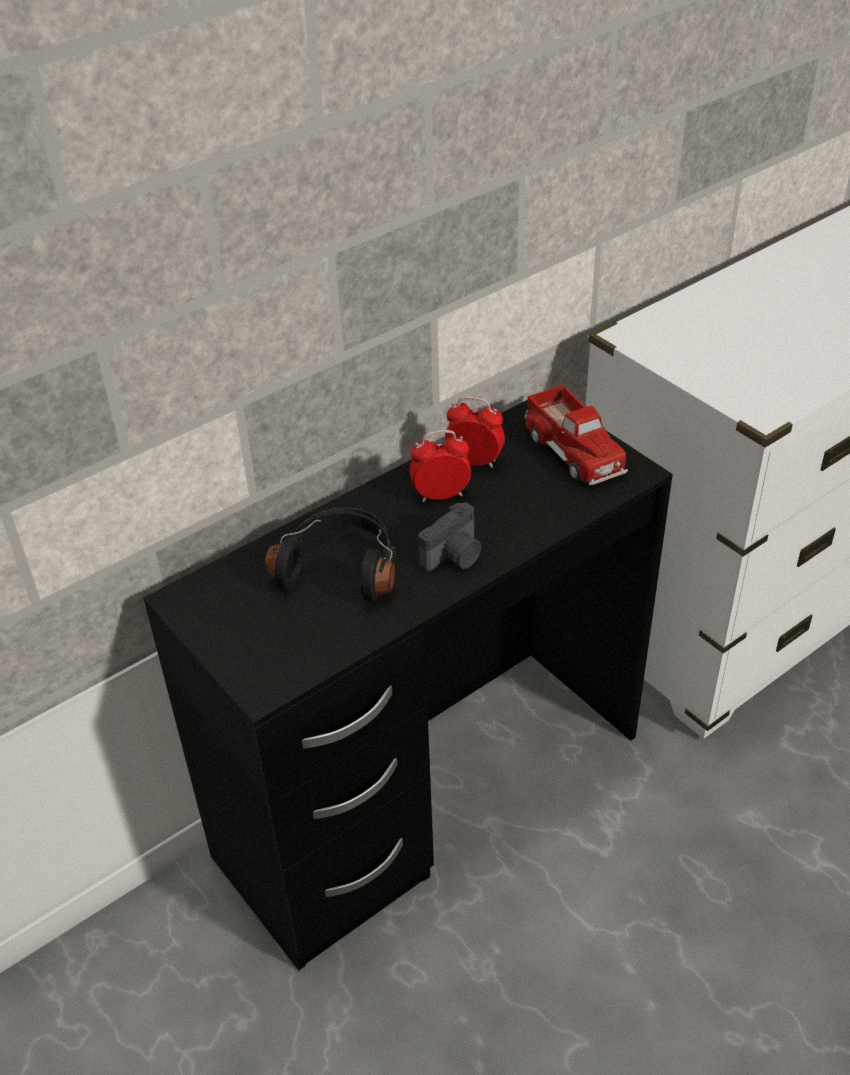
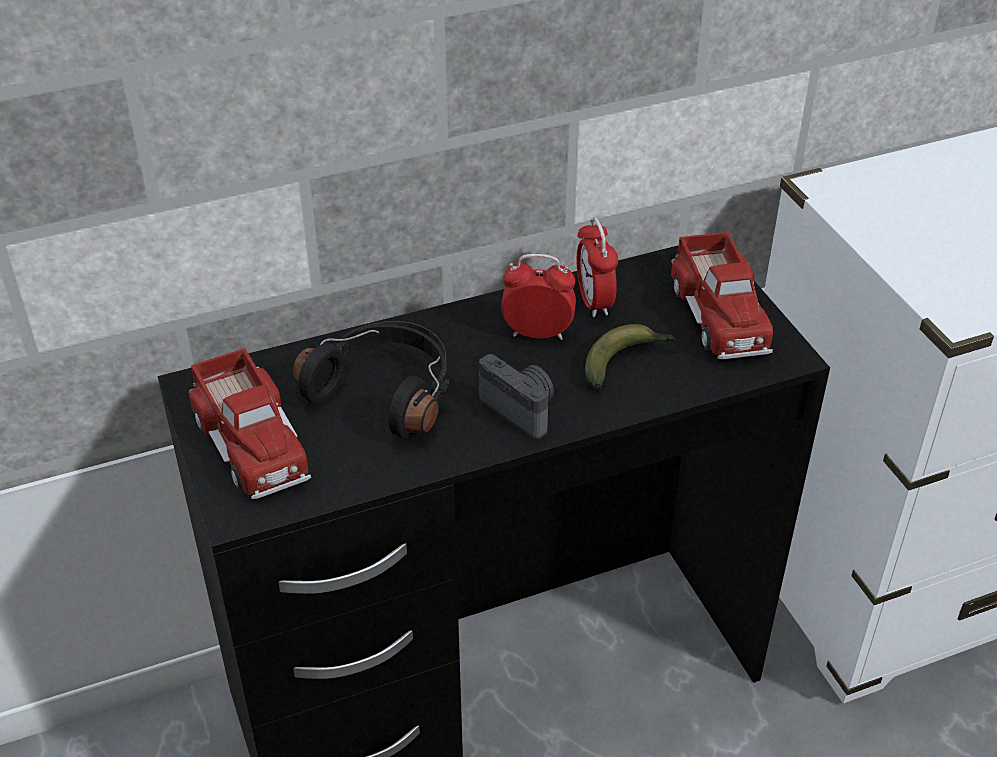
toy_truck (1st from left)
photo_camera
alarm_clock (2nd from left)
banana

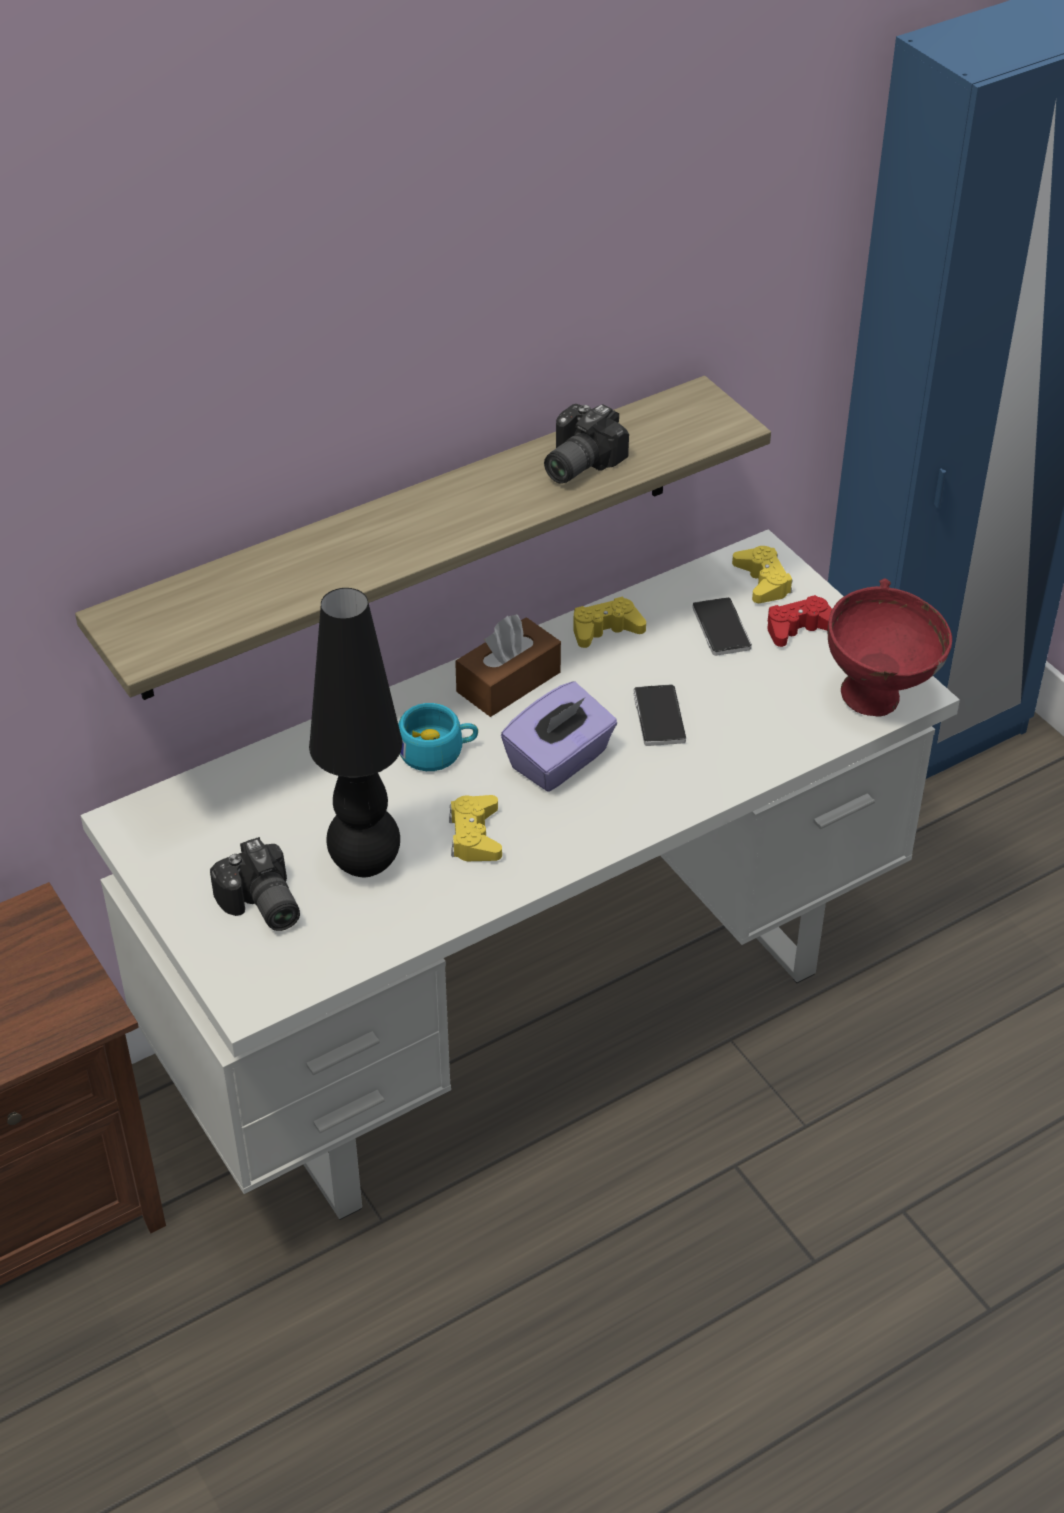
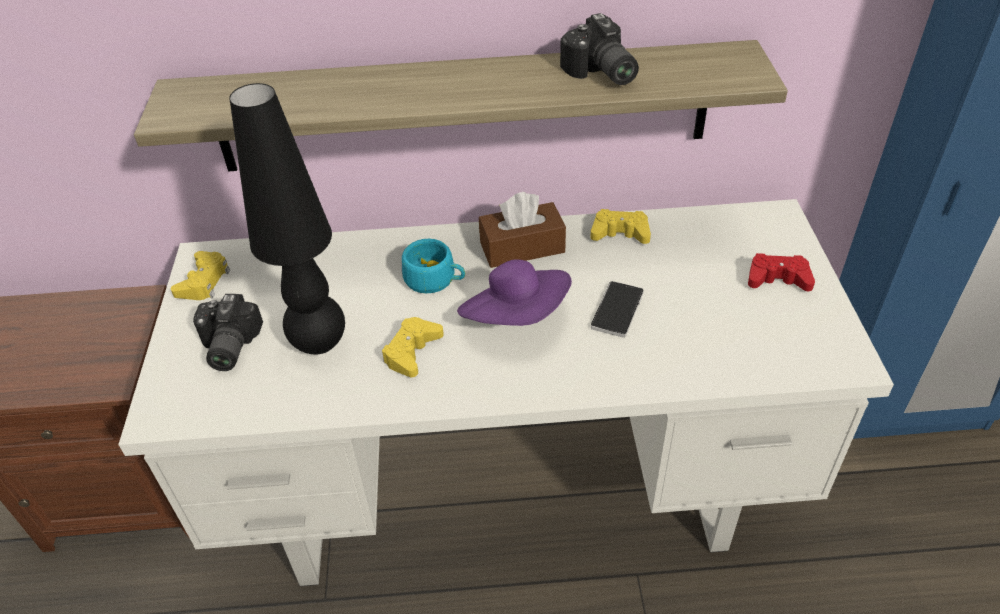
yellow_game_controller (1st from left)
purple_hat
photo_camera (2nd from left)
phone (2nd from left in the first image)
red_bowl

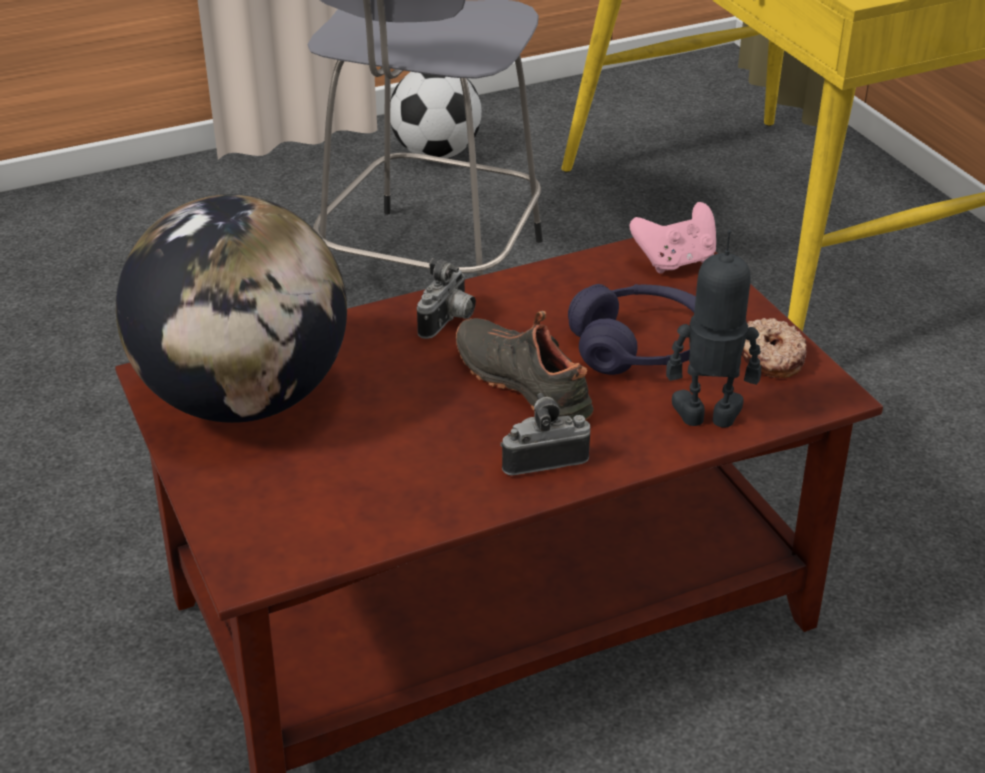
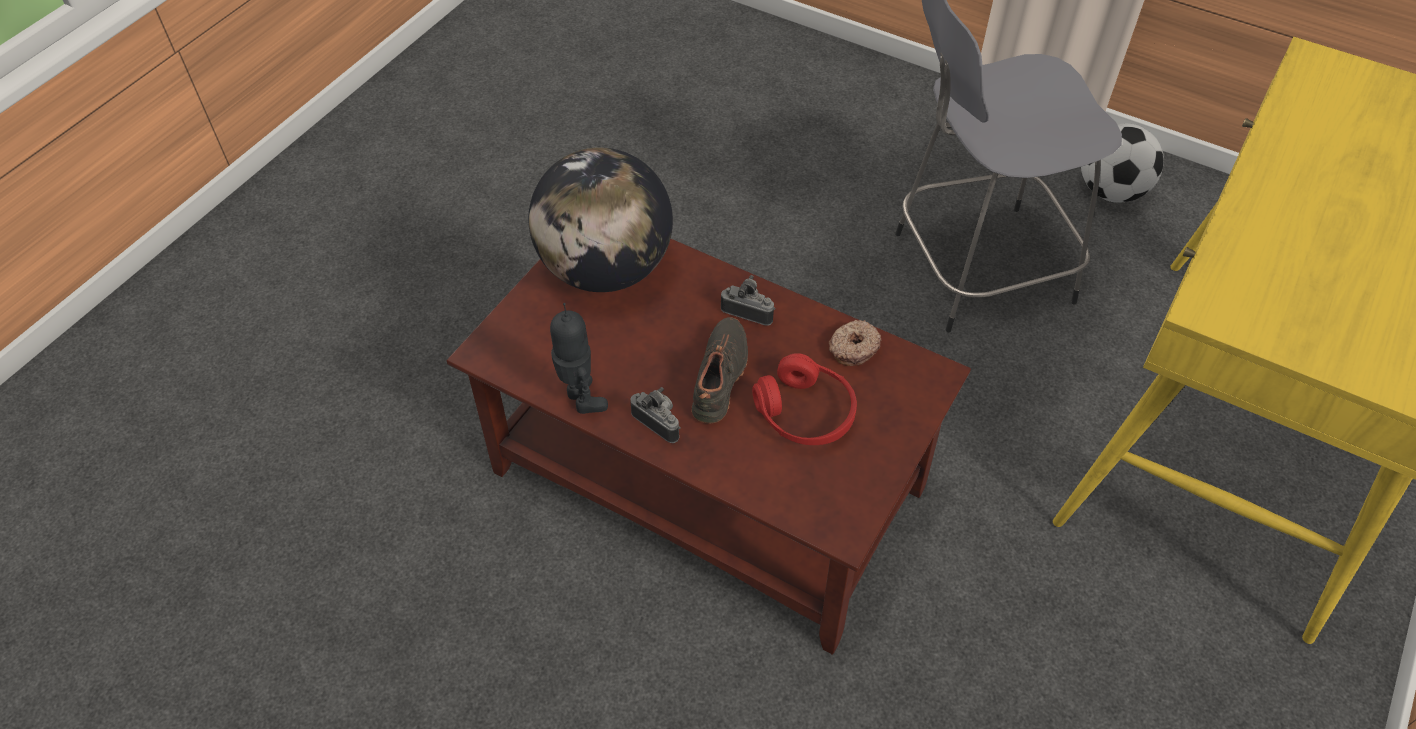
toy_robot
photo_camera (2nd from left)
red_headphones
donut
pink_game_controller

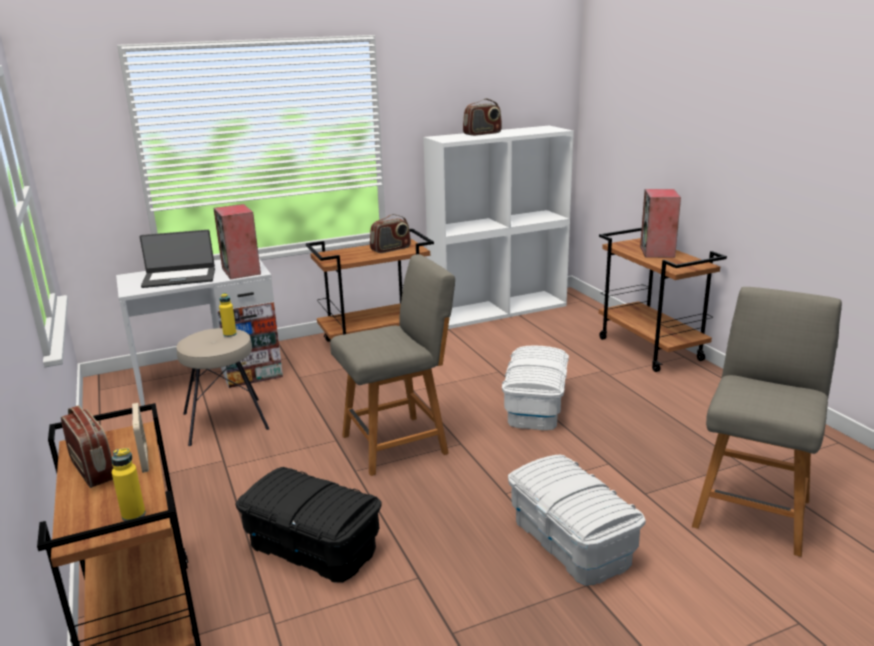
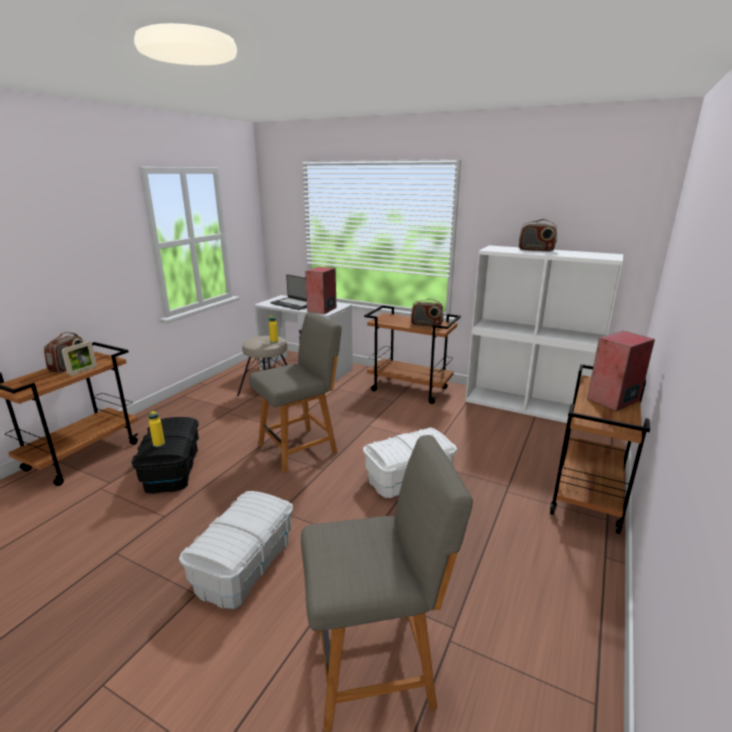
yellow_bottle (1st from left)
grey_chair (1st from left)

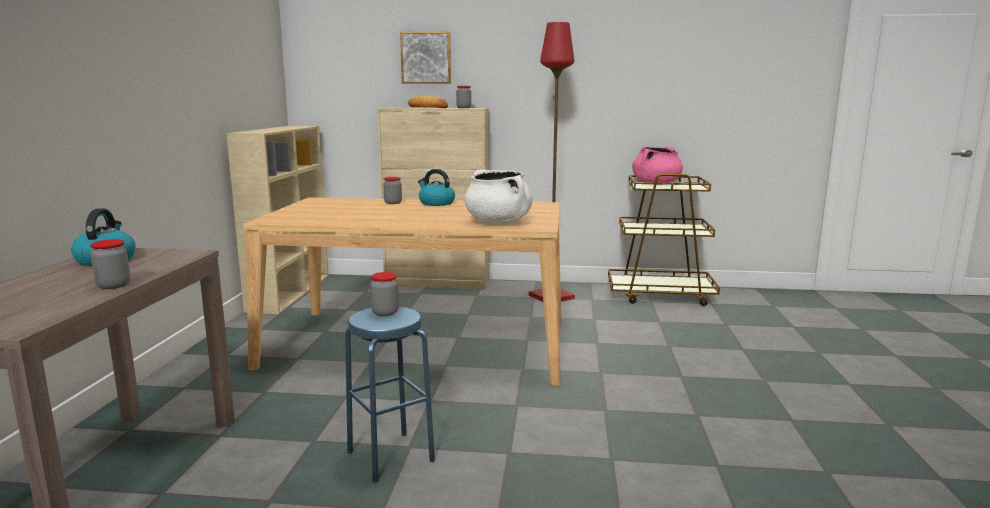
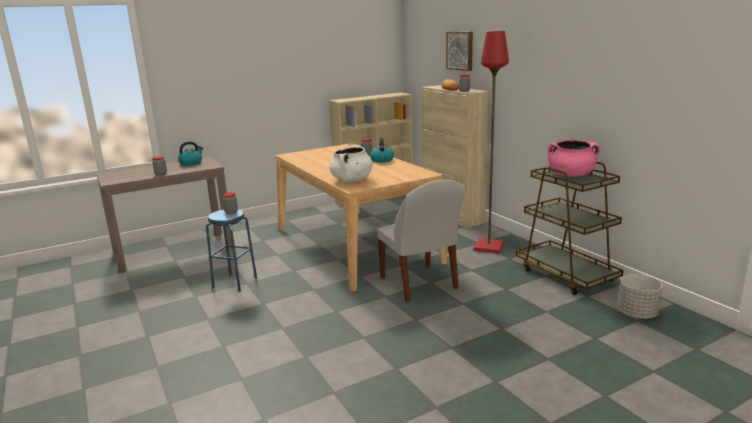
white_chair
grey_planter

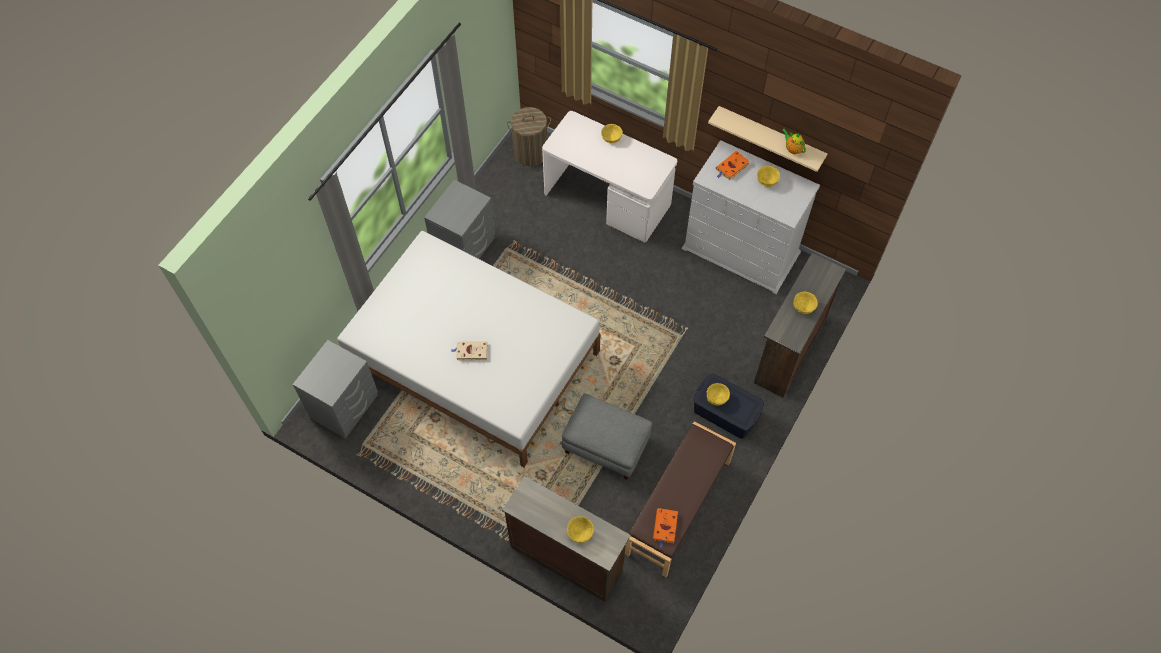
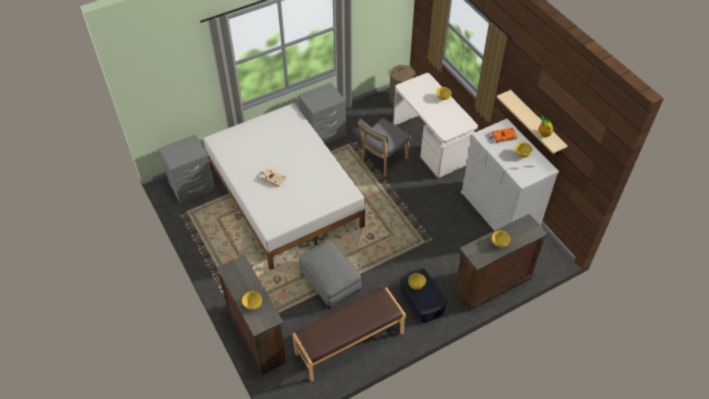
grey_chair
orange_book (1st from left in the first image)

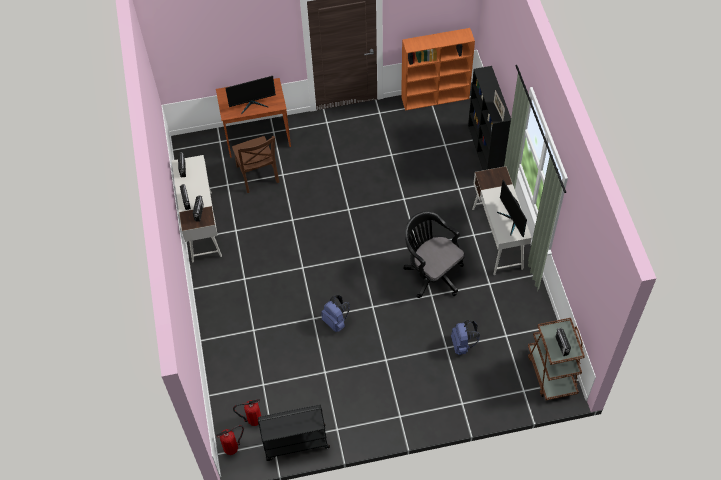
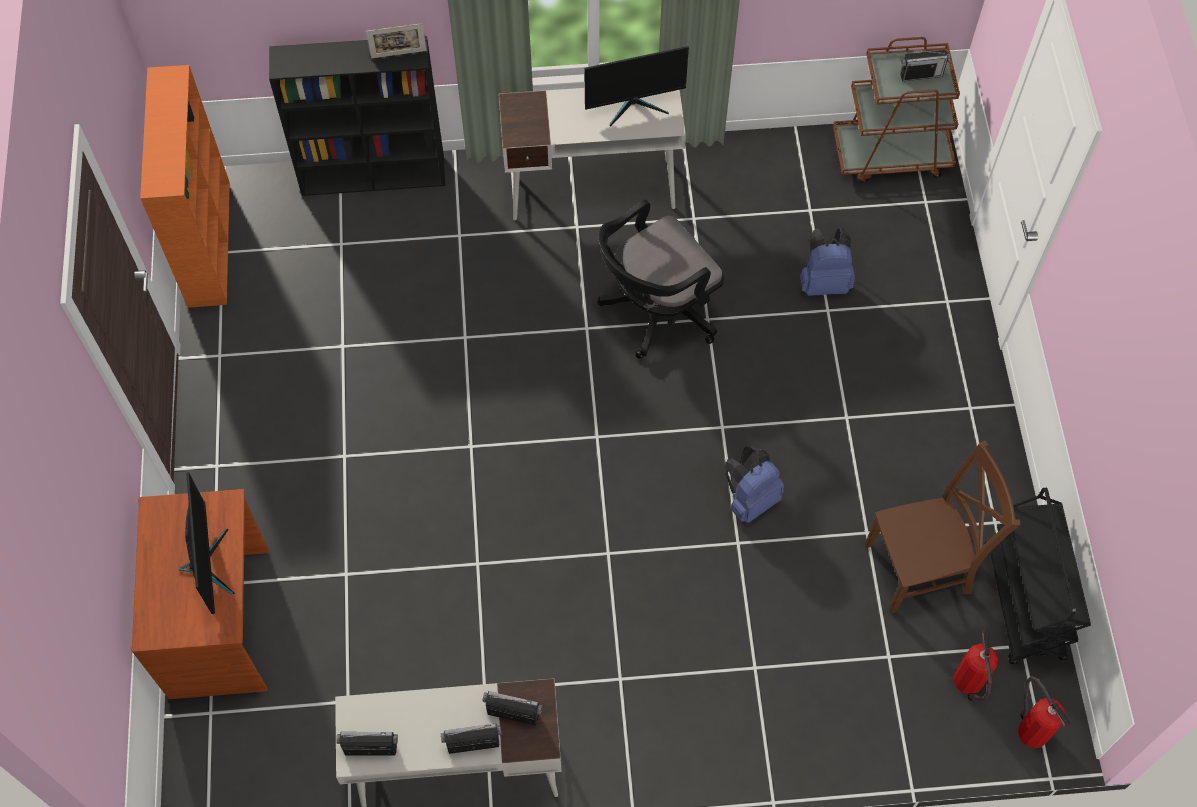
brown_chair

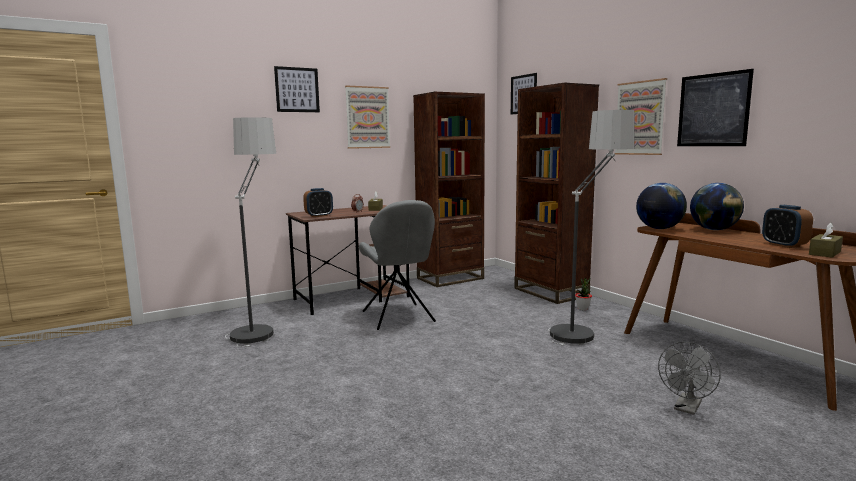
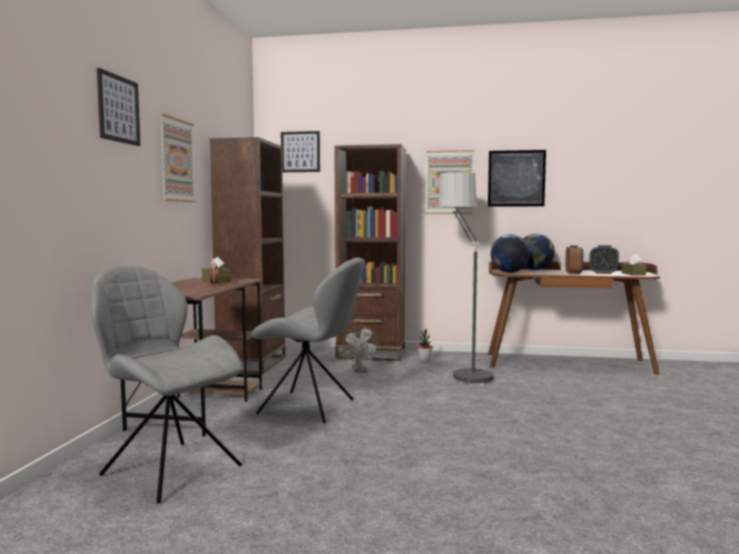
grey_chair (1st from left)
grey_fan
alarm_clock (2nd from left)

